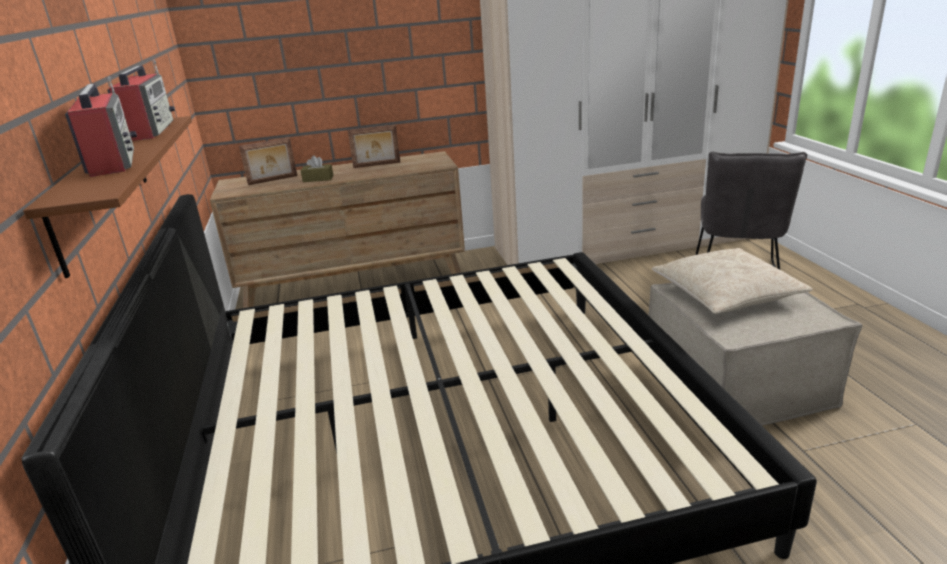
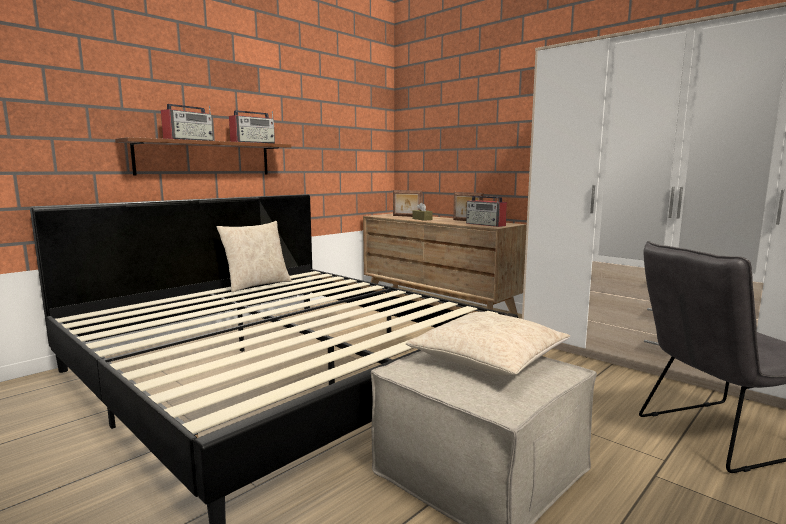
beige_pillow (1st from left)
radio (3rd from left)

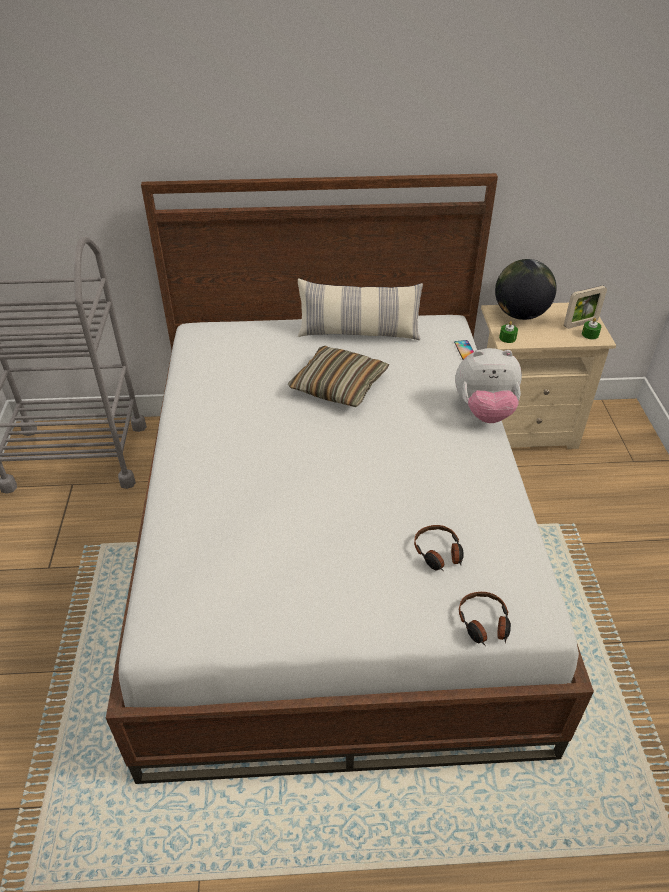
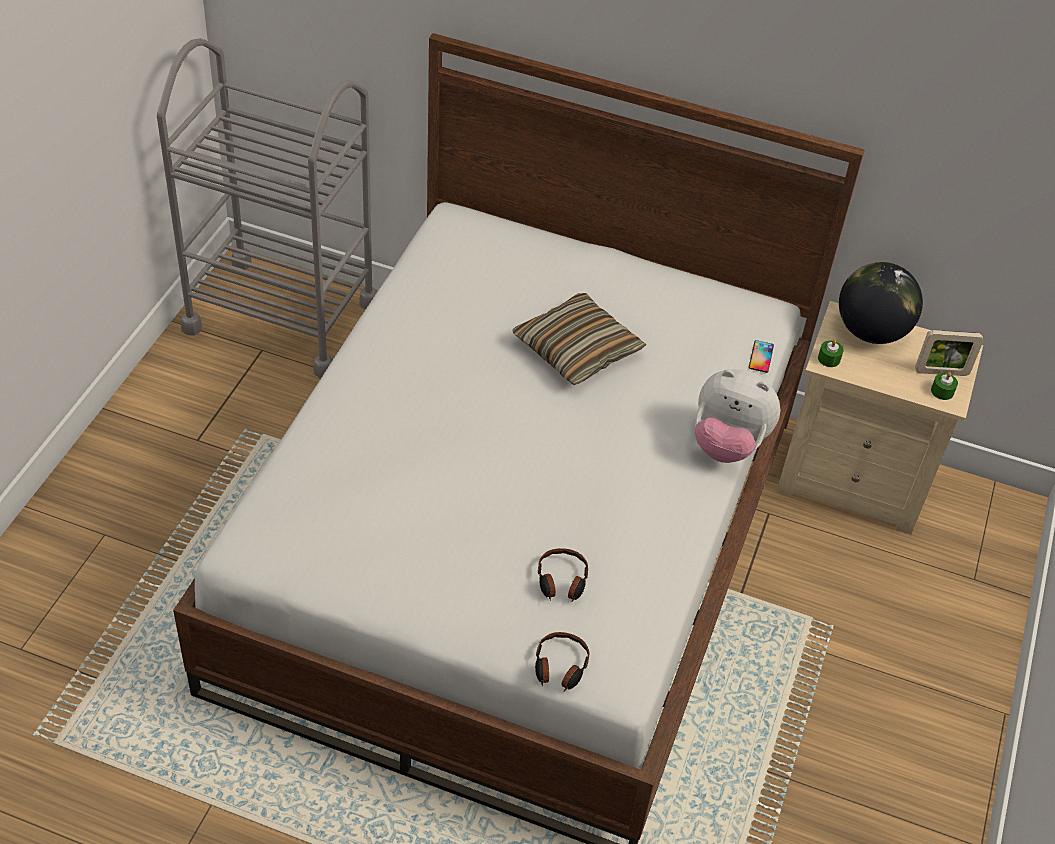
pillow (2nd from left in the first image)

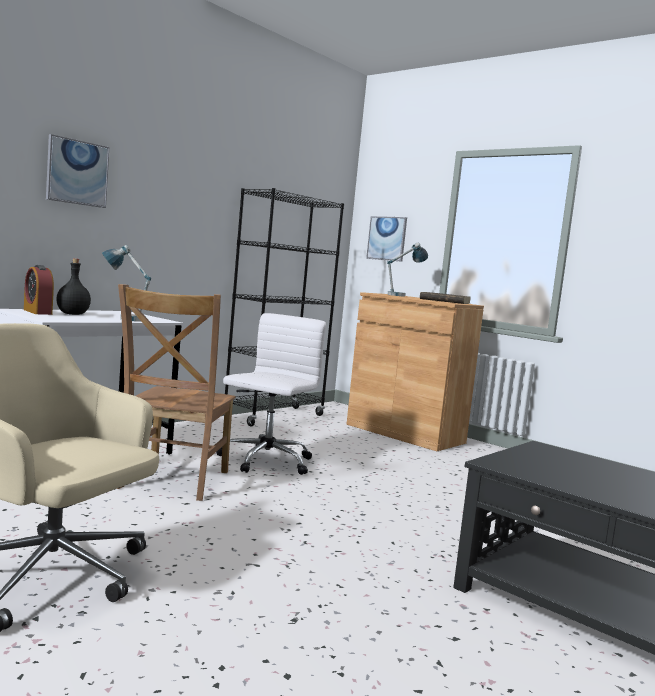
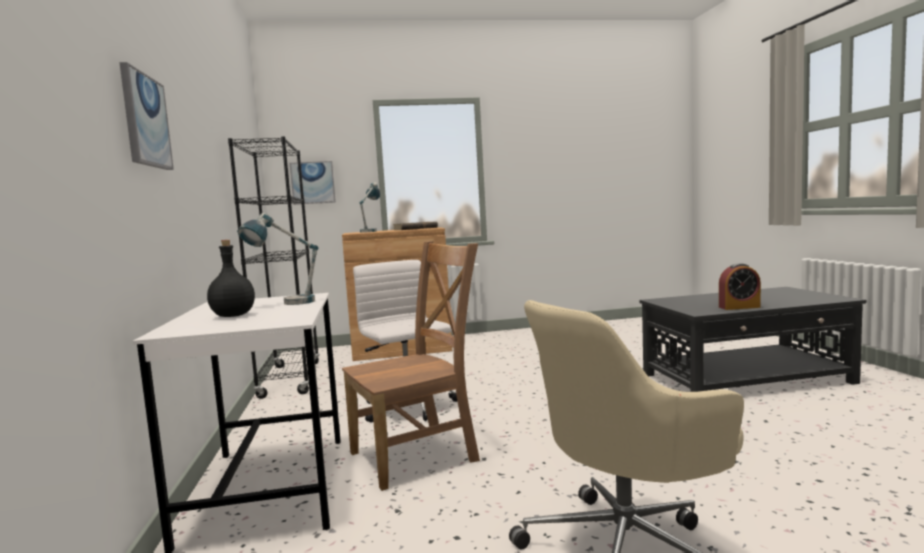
brown_chair
alarm_clock

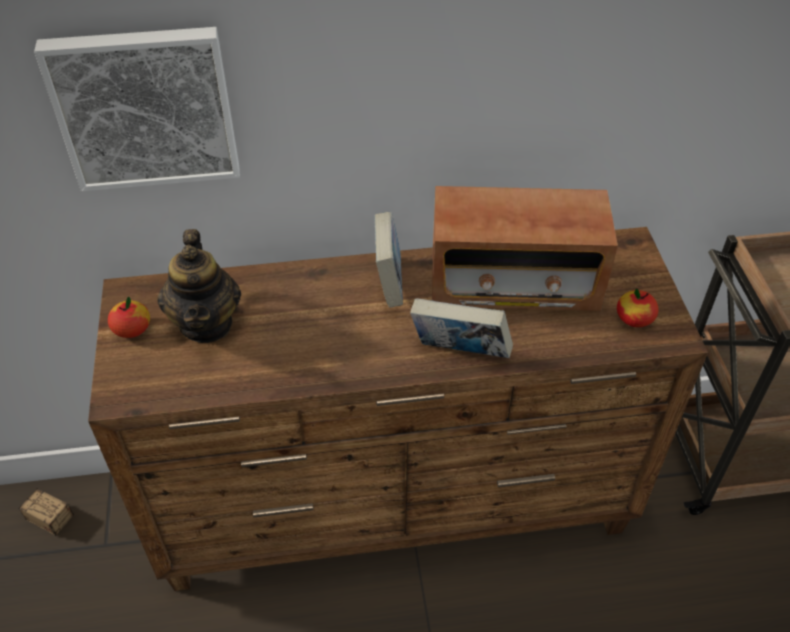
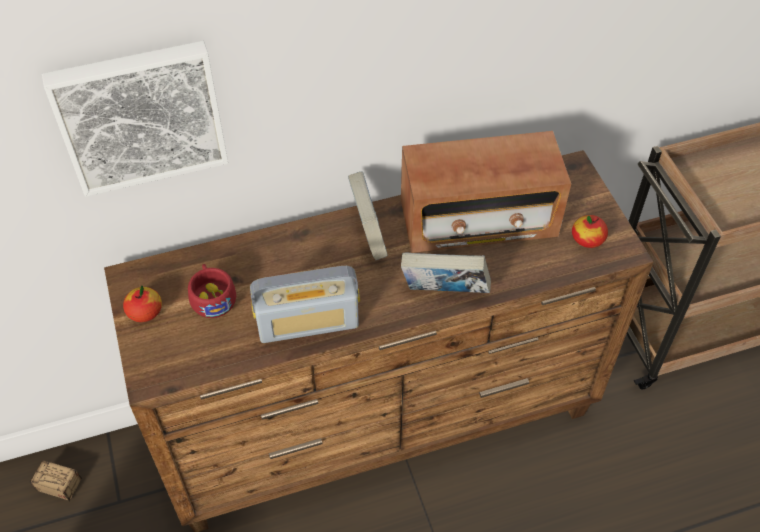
red_cup
radio (1st from left)

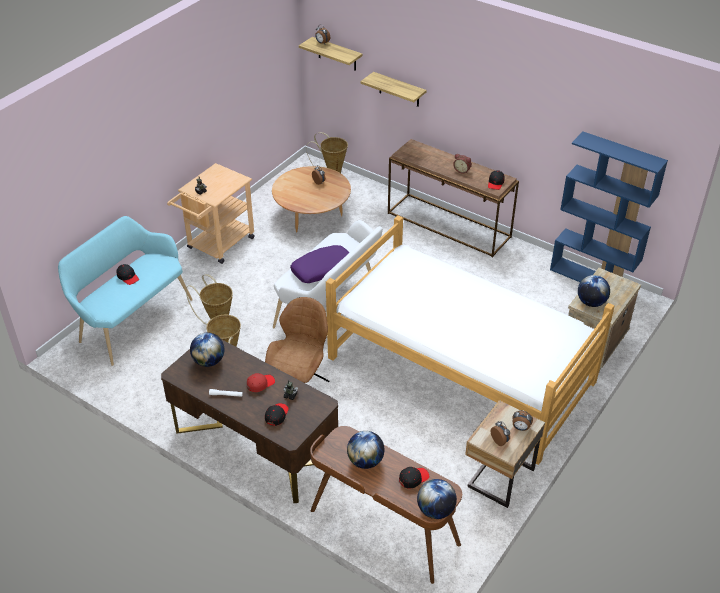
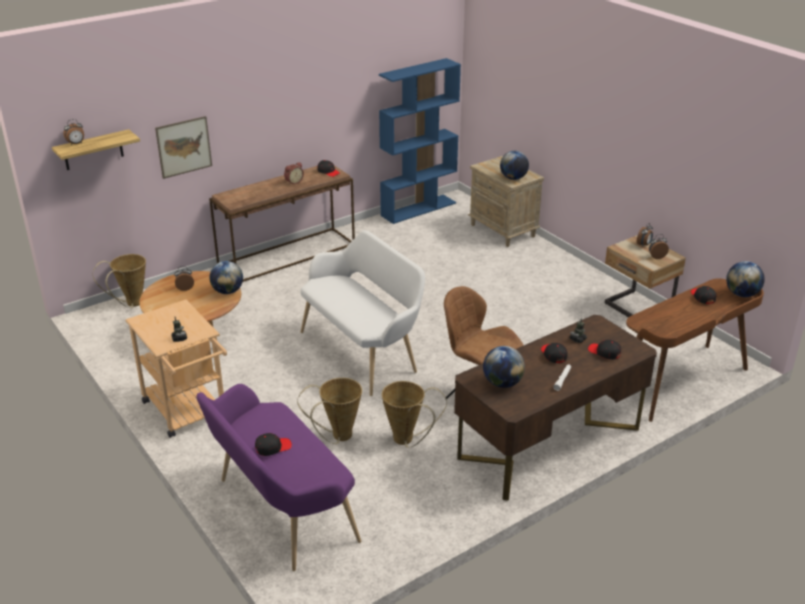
picture
purple_bench
globe (1st from left)
black_cap (3rd from left)
purple_pillow
bed

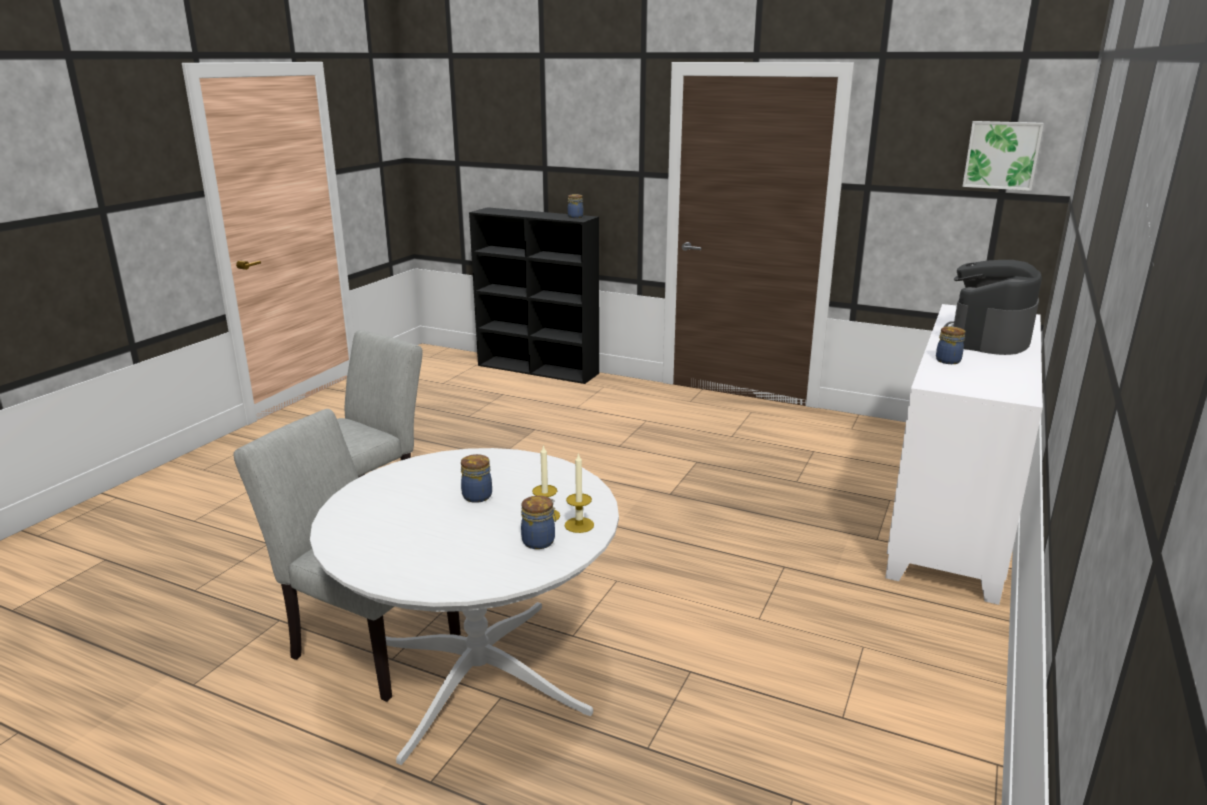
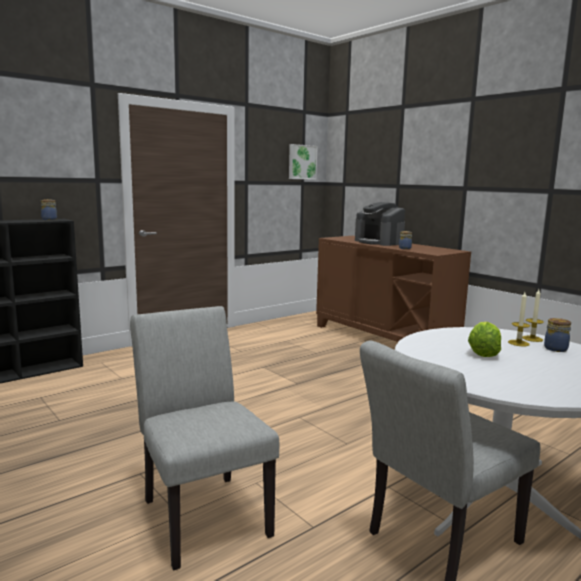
brown_cabinet
lettuce

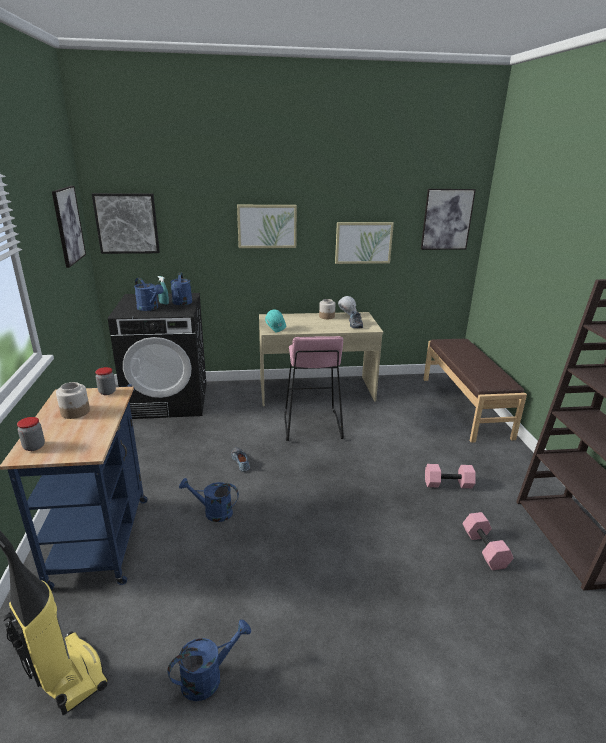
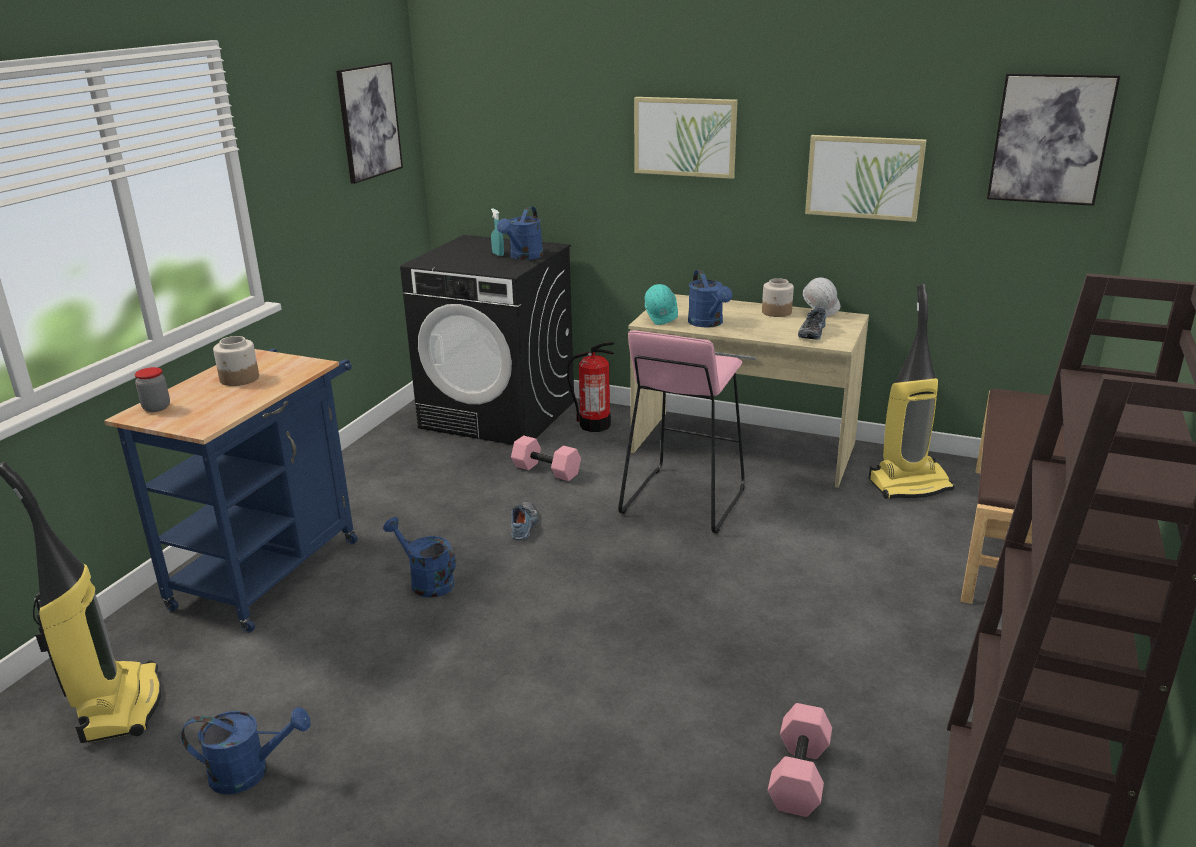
pink_dumbbell (1st from left)
fire_extinguisher
blue_watering_can (4th from left)
vacuum_cleaner (2nd from left)
picture (2nd from left in the first image)
jar (3rd from left in the first image)

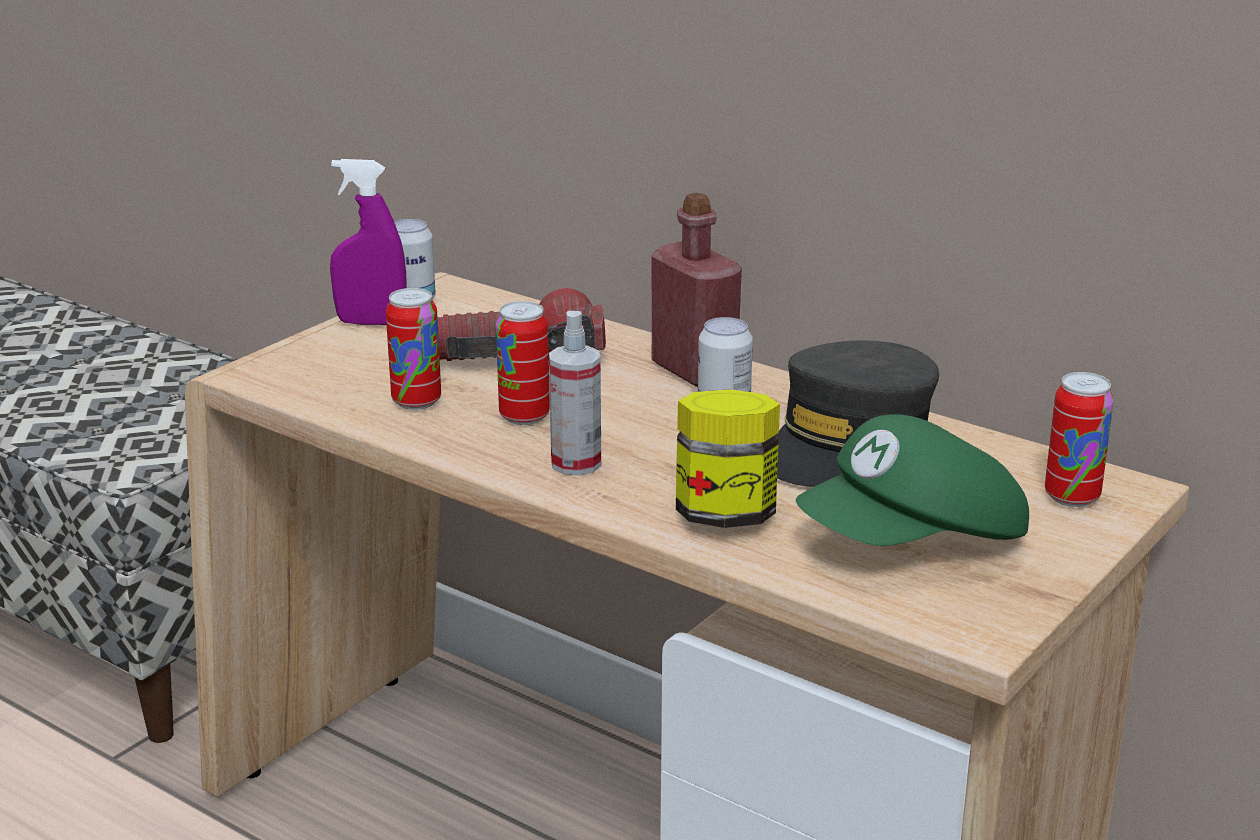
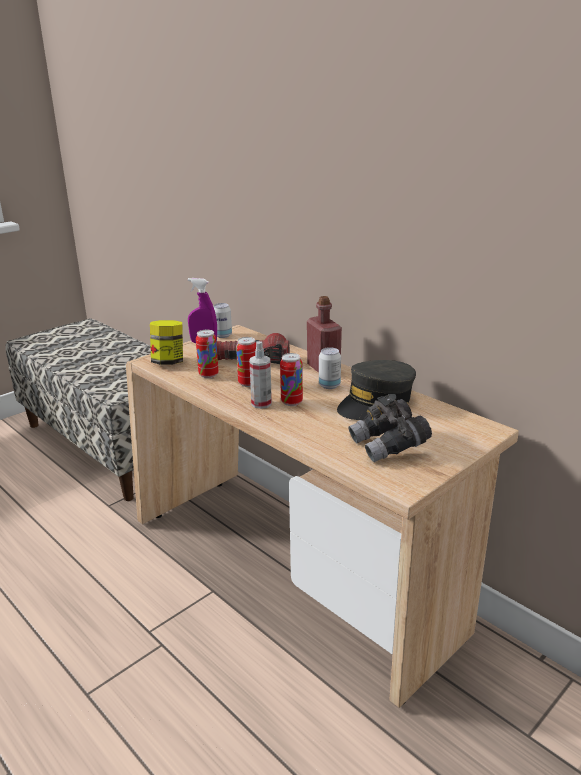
jar
can (4th from left)
grey_binoculars

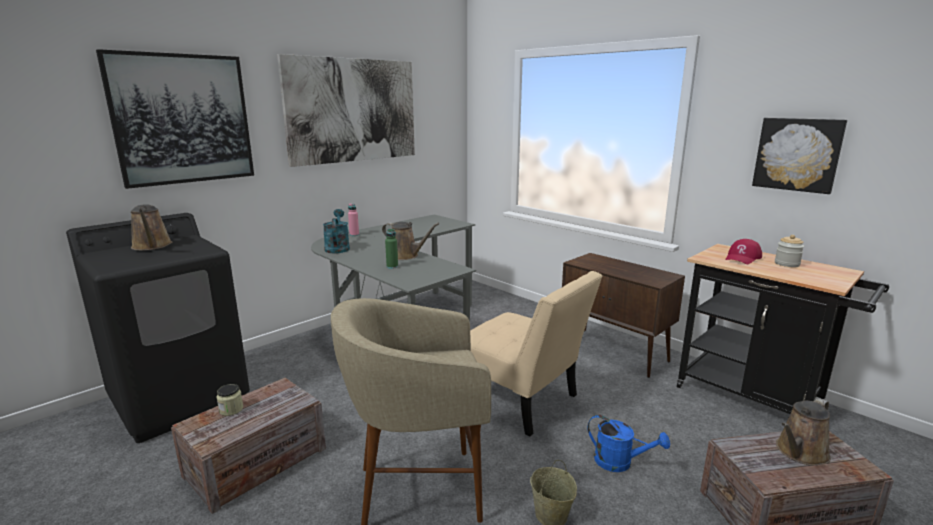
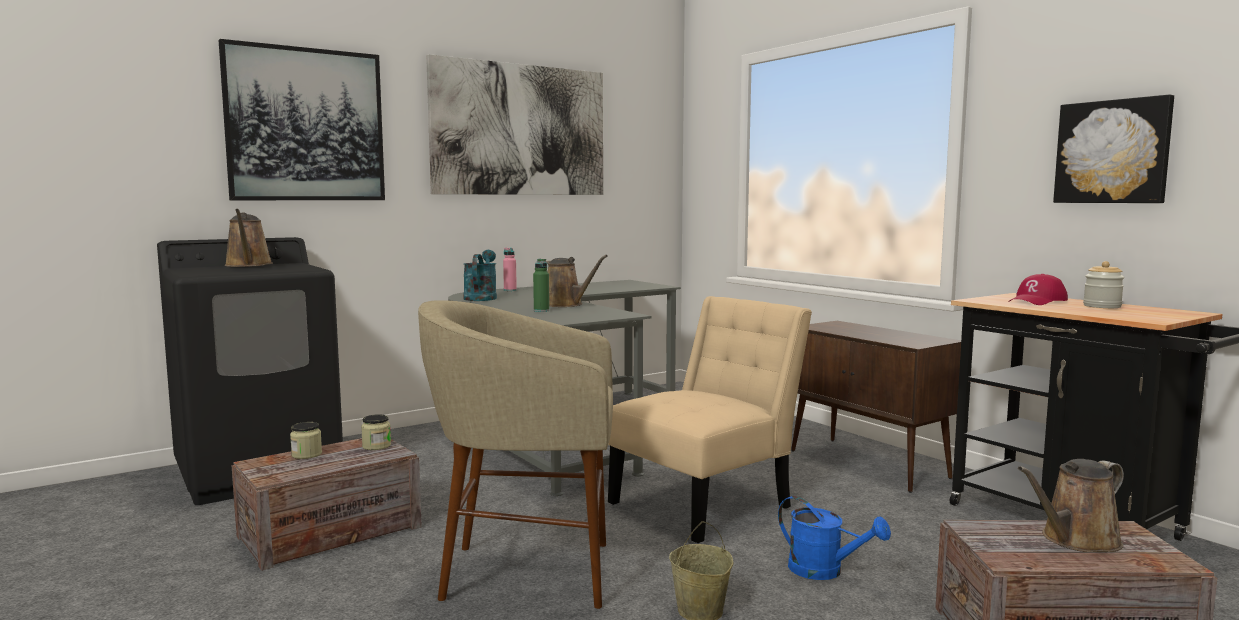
jar (2nd from left)
beige_chair

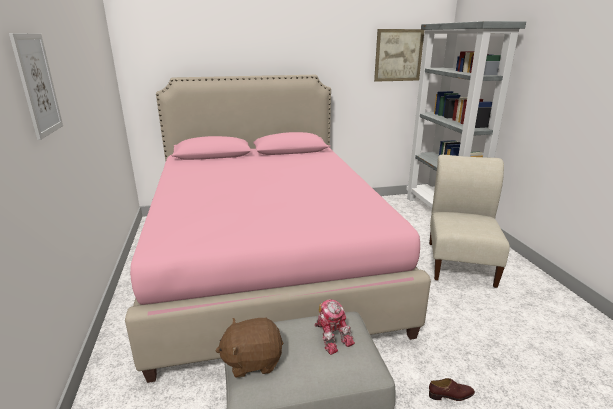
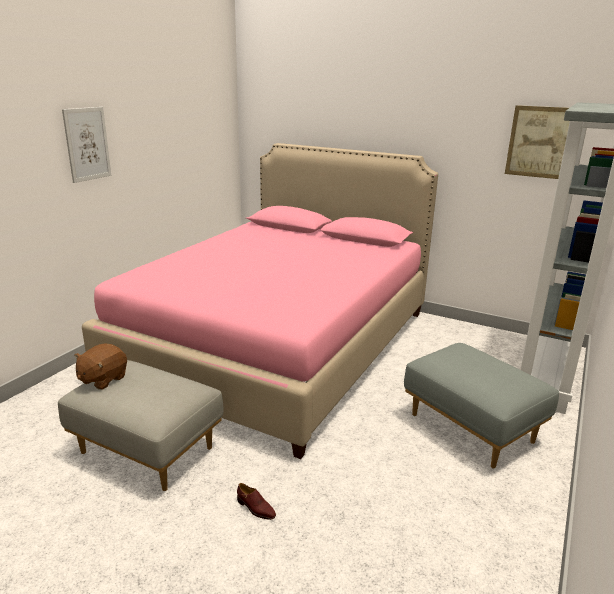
brown_plush_toy
grey_ottoman (2nd from left)
toy_robot

